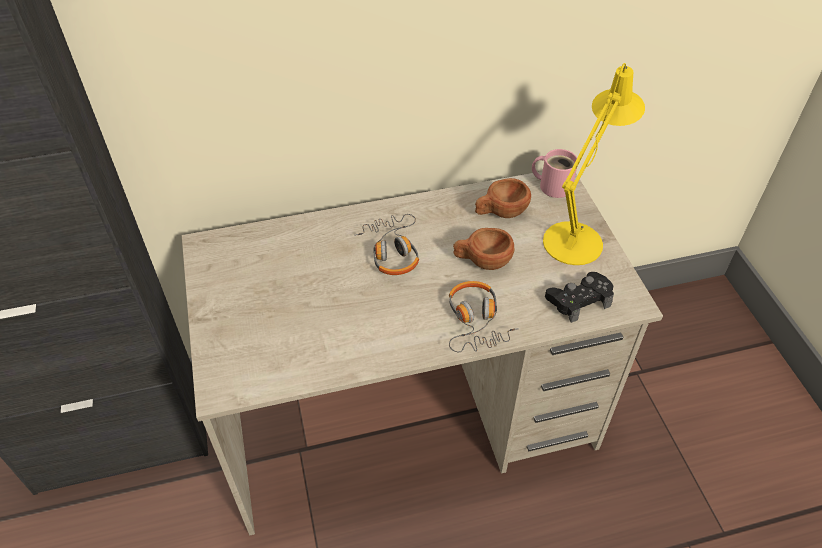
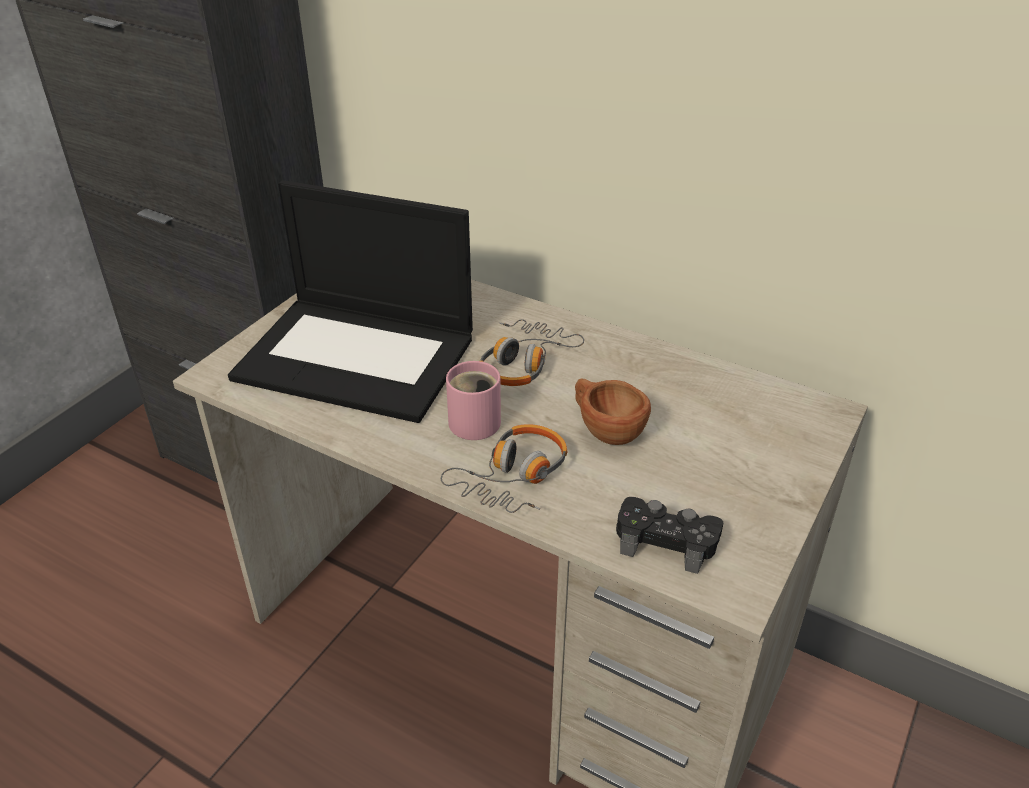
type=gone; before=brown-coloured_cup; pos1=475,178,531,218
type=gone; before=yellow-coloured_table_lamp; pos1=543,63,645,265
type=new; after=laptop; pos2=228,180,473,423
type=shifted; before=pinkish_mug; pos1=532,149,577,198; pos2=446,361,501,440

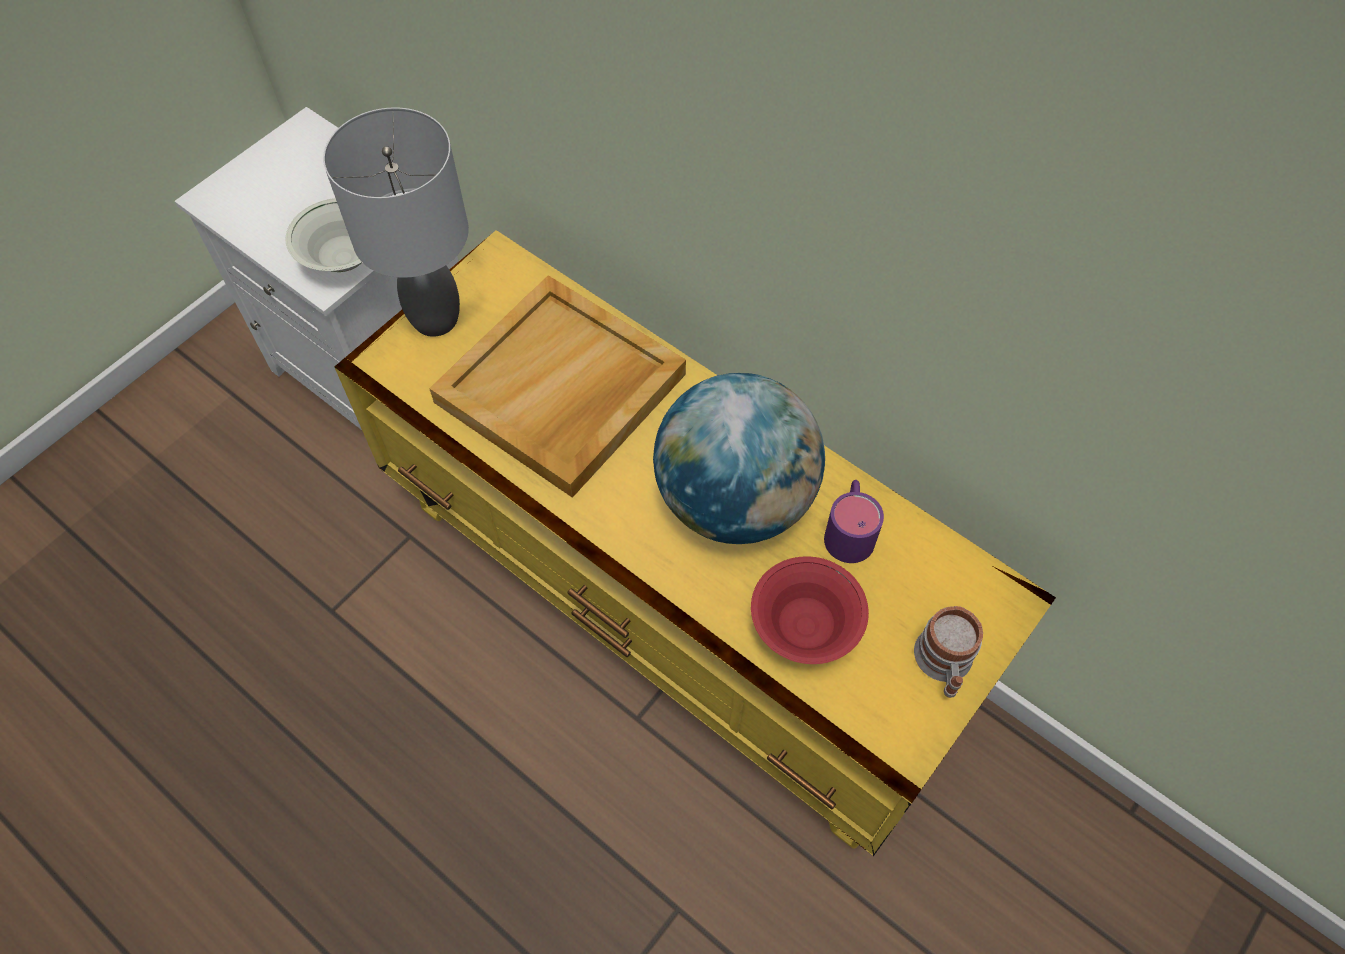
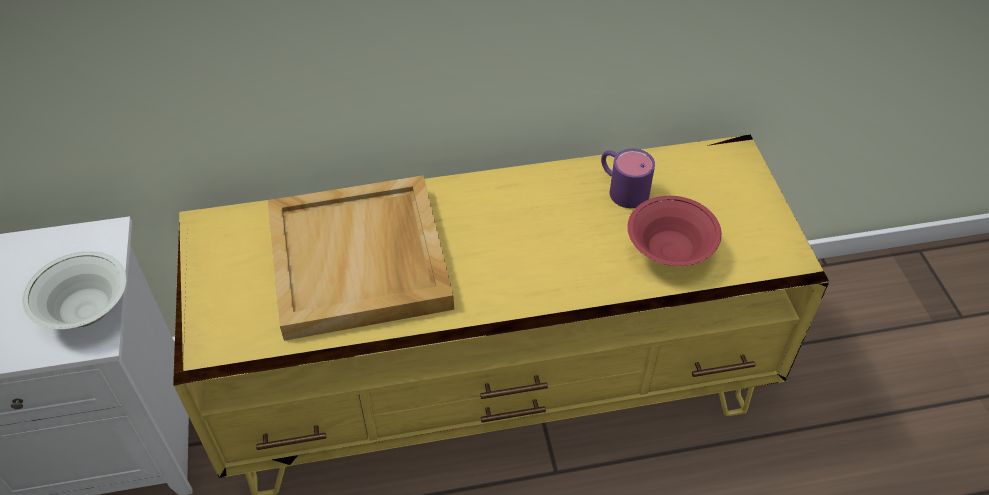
type=gone; before=greyish_table_lamp; pos1=323,107,469,337
type=gone; before=globe; pos1=653,373,825,544
type=gone; before=mug; pos1=914,606,983,698

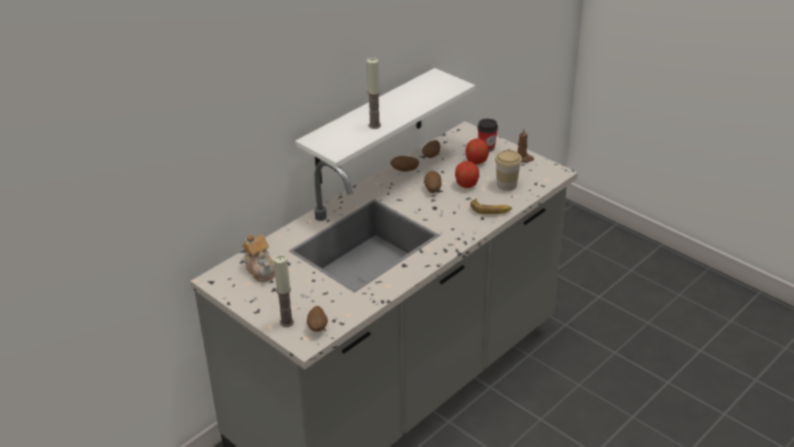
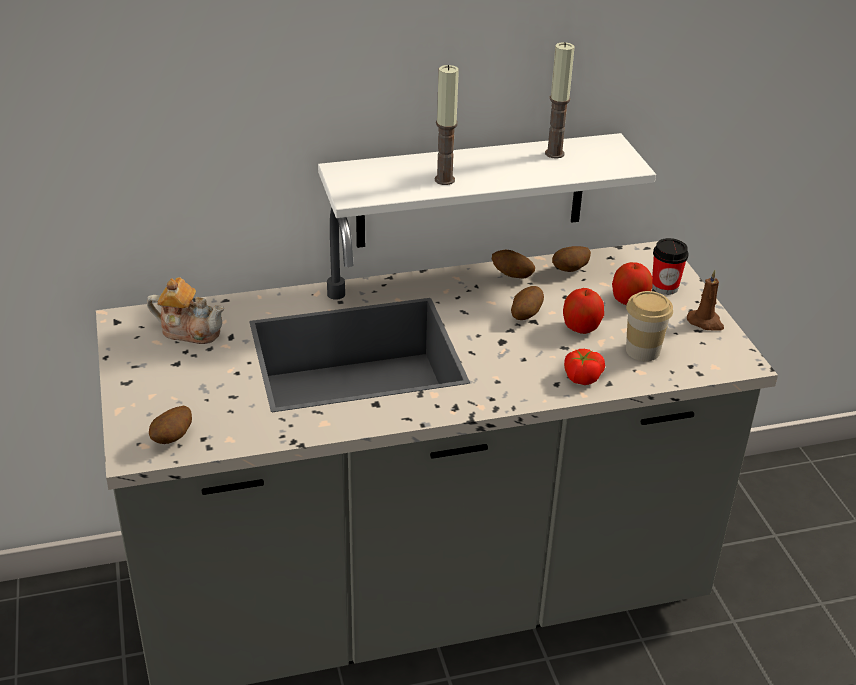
type=shifted; before=candle; pos1=273,255,294,327; pos2=545,42,575,158
type=swapped; before=banana_fruit; after=whole_tomato; pos1=470,199,512,214; pos2=564,349,605,385
type=rotated; before=pot_for_tea; pos1=242,234,275,282; pos2=147,277,224,344; turn=-75

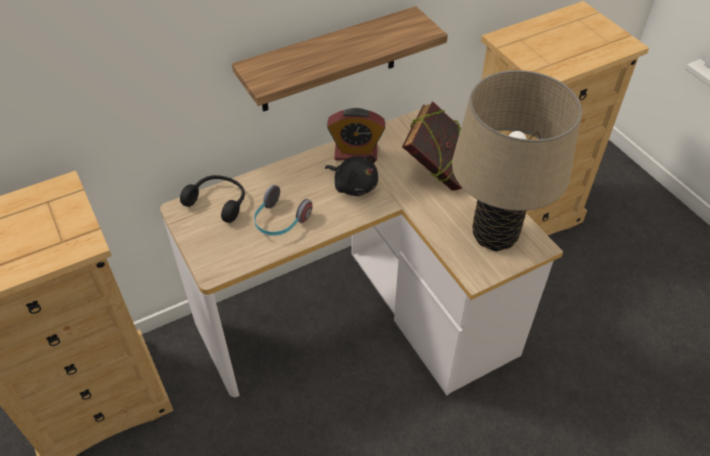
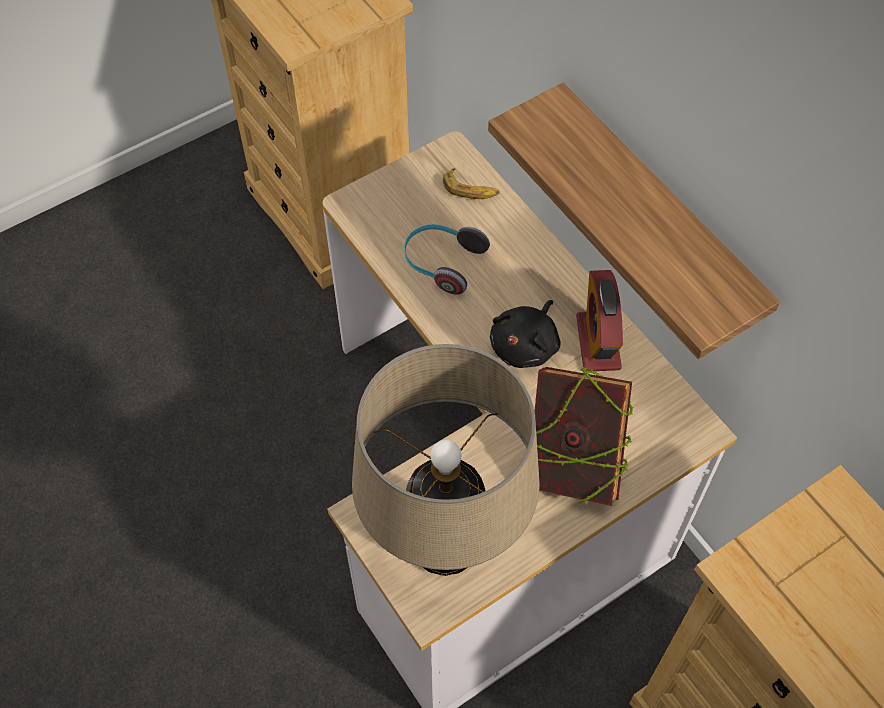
type=swapped; before=black_headphones; after=banana_fruit; pos1=180,175,245,223; pos2=443,168,500,199

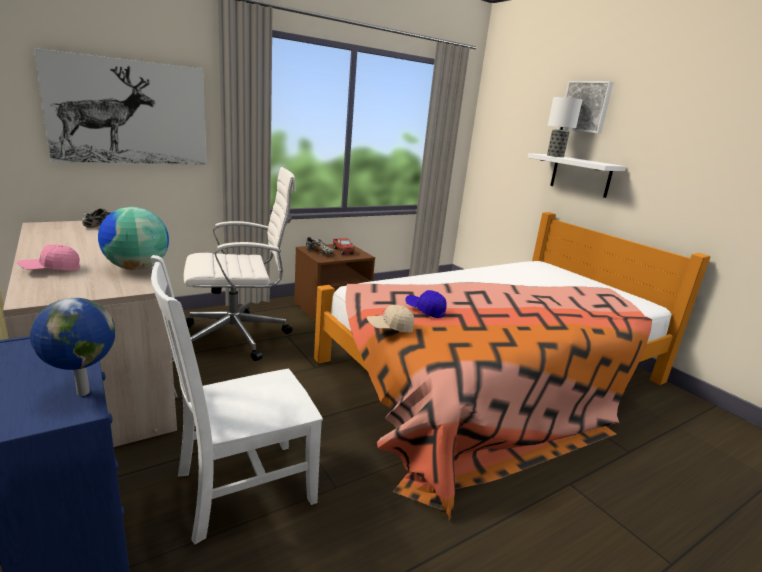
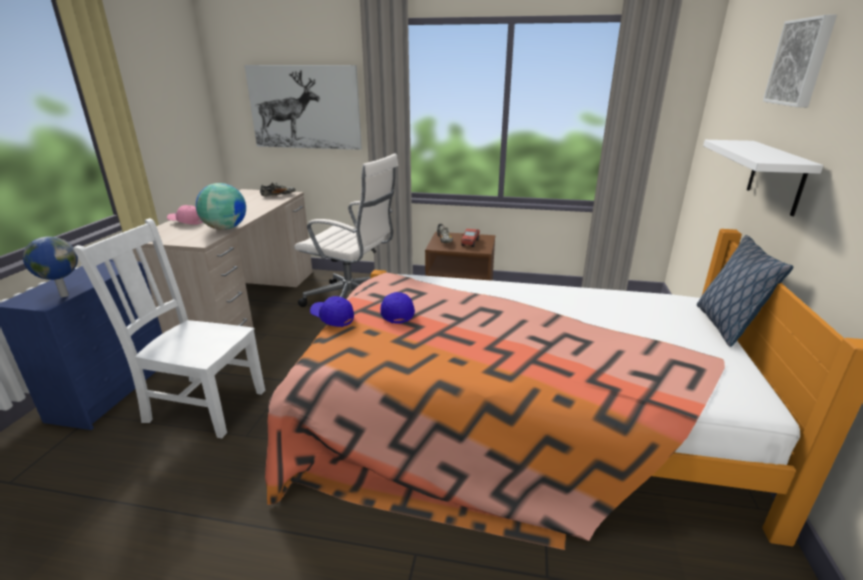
type=gone; before=table_lamp; pos1=547,97,582,157
type=new; after=cushion; pos2=697,235,793,347
type=repainted; before=beige_cap; after=bluish_cap; pos1=367,305,414,333; pos2=310,296,354,327

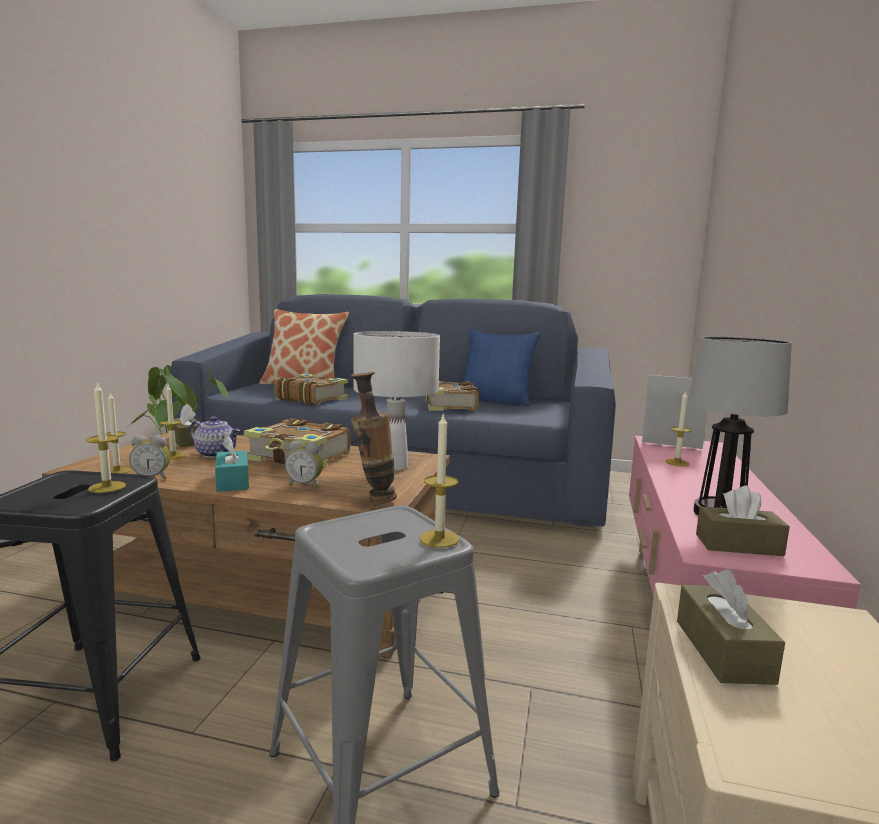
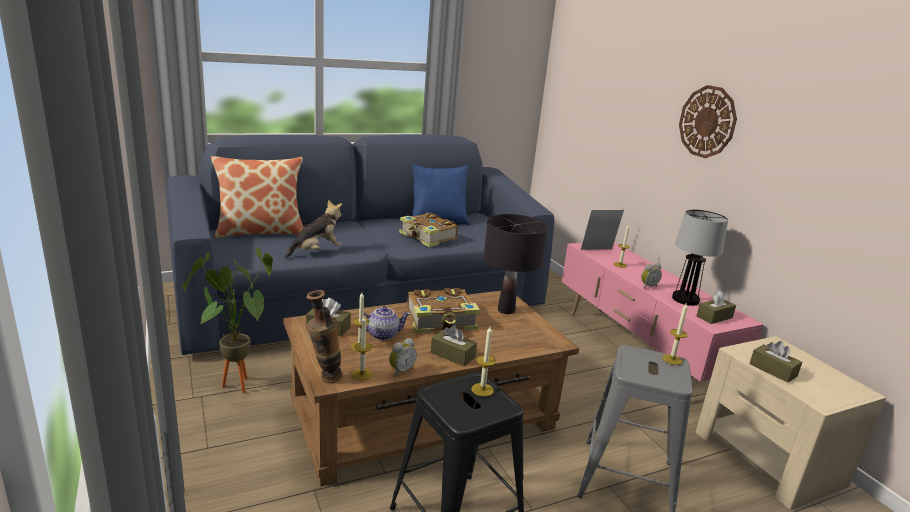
type=new; after=hanging_clock; pos2=679,85,737,158
type=shifted; before=table_clock; pos1=285,441,323,488; pos2=641,263,662,289
type=shifted; before=vase; pos1=350,372,397,504; pos2=306,290,343,383
type=swapped; before=volume; after=plush_toy; pos1=275,374,348,405; pos2=284,200,342,258
type=repainted; before=turquoise-coloured_tissue_holder; after=brown-coloured_tissue_holder; pos1=215,436,249,492; pos2=431,325,477,366
type=repainted; before=white_table_lamp; after=black_table_lamp; pos1=353,331,440,471; pos2=483,214,548,314

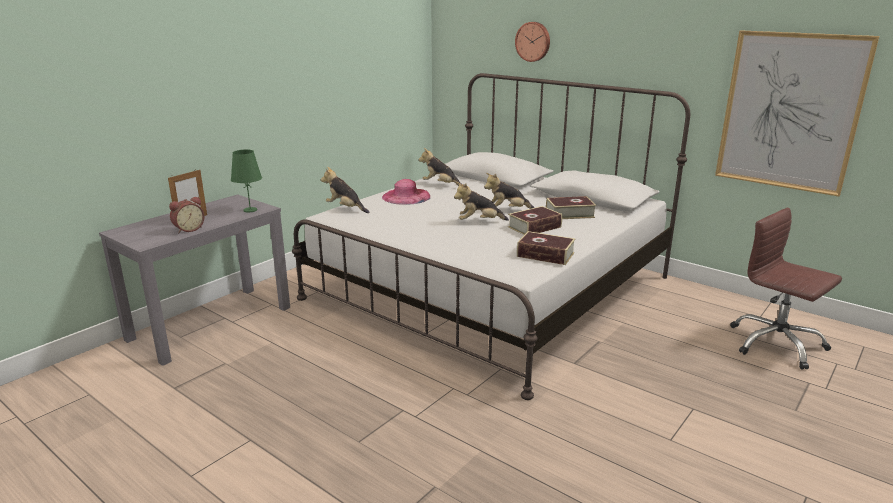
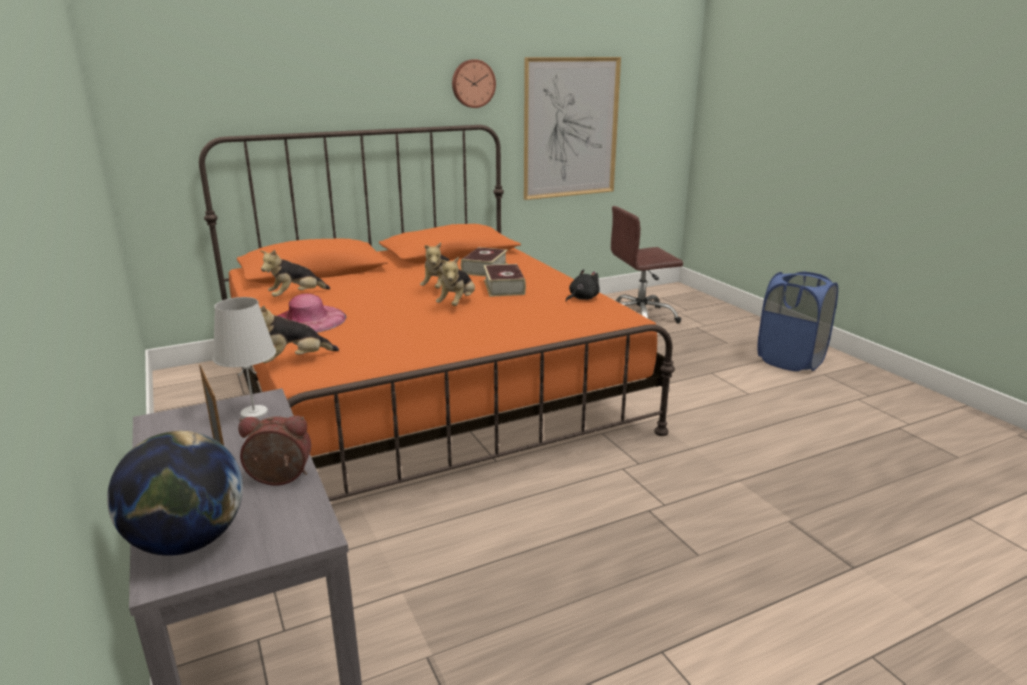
type=new; after=globe; pos2=107,431,243,556
type=new; after=bluish_washing_basket; pos2=757,272,838,371
type=shifted; before=hanging_clock; pos1=515,22,550,62; pos2=452,59,496,108
type=swapped; before=volume; after=black_plush_toy; pos1=517,231,575,265; pos2=566,269,600,302
type=repainted; before=greenish_table_lamp; after=white_table_lamp; pos1=231,149,262,213; pos2=213,297,276,418
type=repainted; before=white_bedroom_bed; after=orange-coloured_bedroom_bed; pos1=292,73,690,400; pos2=199,125,675,501
type=rotated; before=table_clock; pos1=169,196,205,233; pos2=238,416,311,485; turn=-75

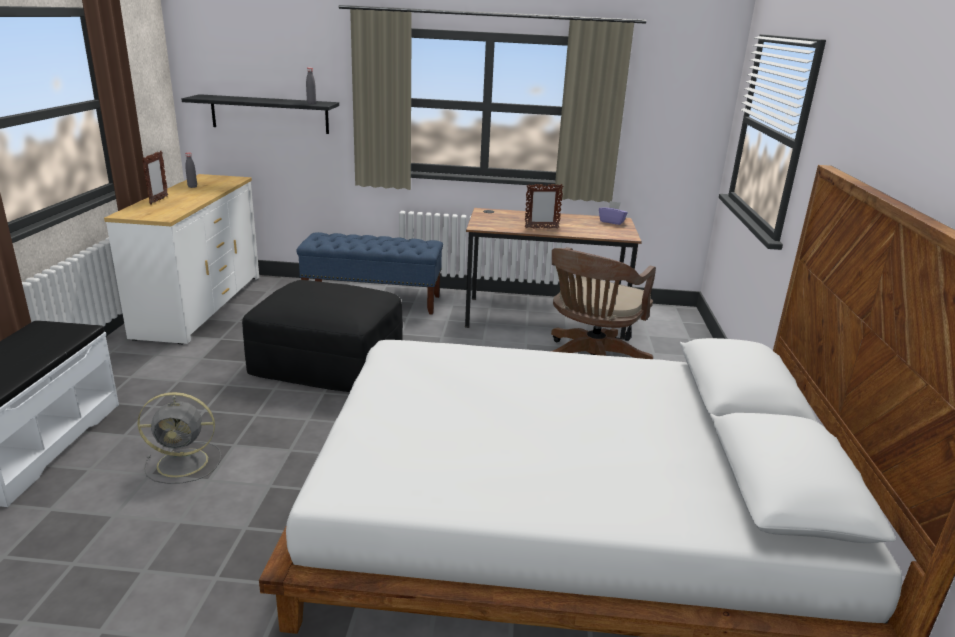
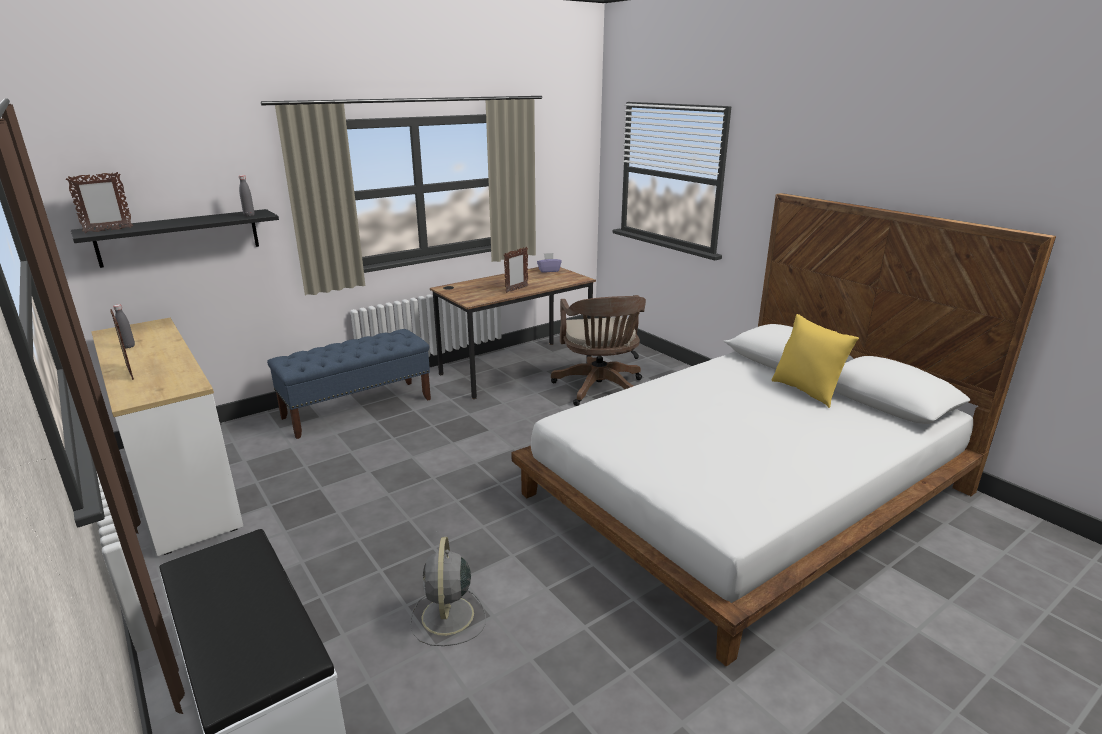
type=gone; before=black_pouffe; pos1=242,280,403,392
type=new; after=picture_frame; pos2=66,172,133,233
type=new; after=yellow-coloured_cushion; pos2=772,314,859,408
type=rotated; before=greyish_fan; pos1=138,392,221,484; pos2=410,537,486,646; turn=135

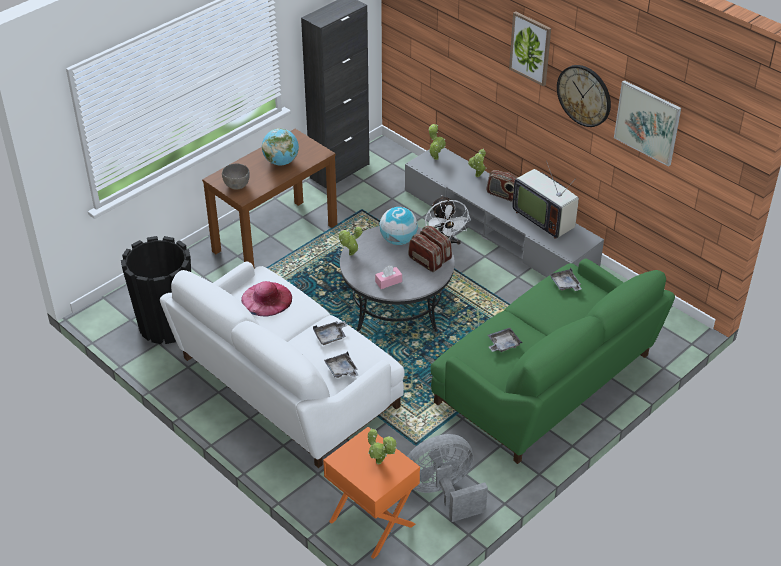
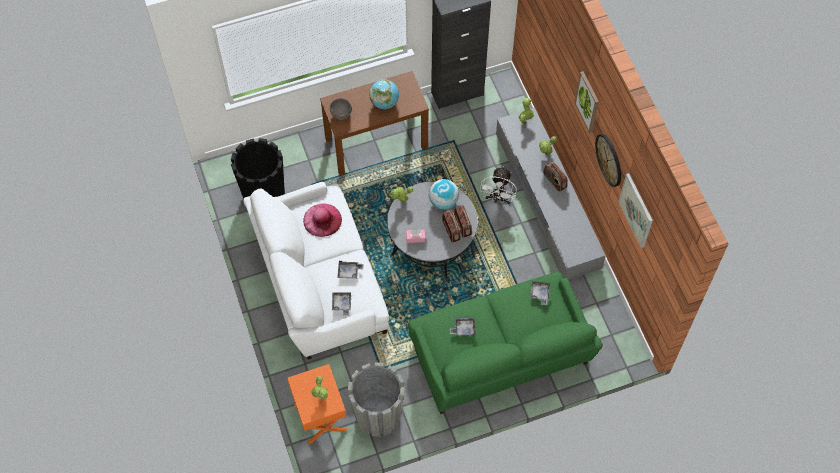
type=gone; before=TV_set; pos1=512,161,579,239
type=swapped; before=greyish_fan; after=greyish_planter; pos1=407,434,488,522; pos2=348,362,405,437

